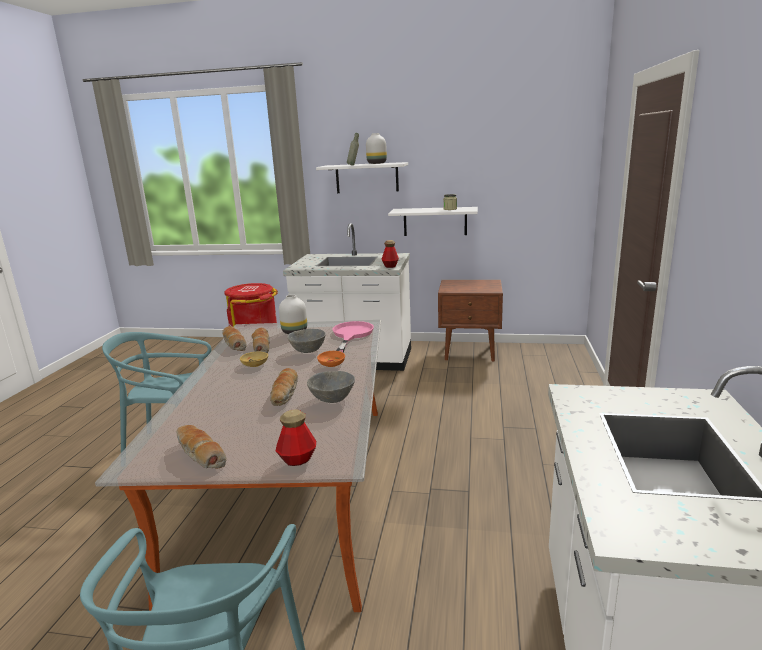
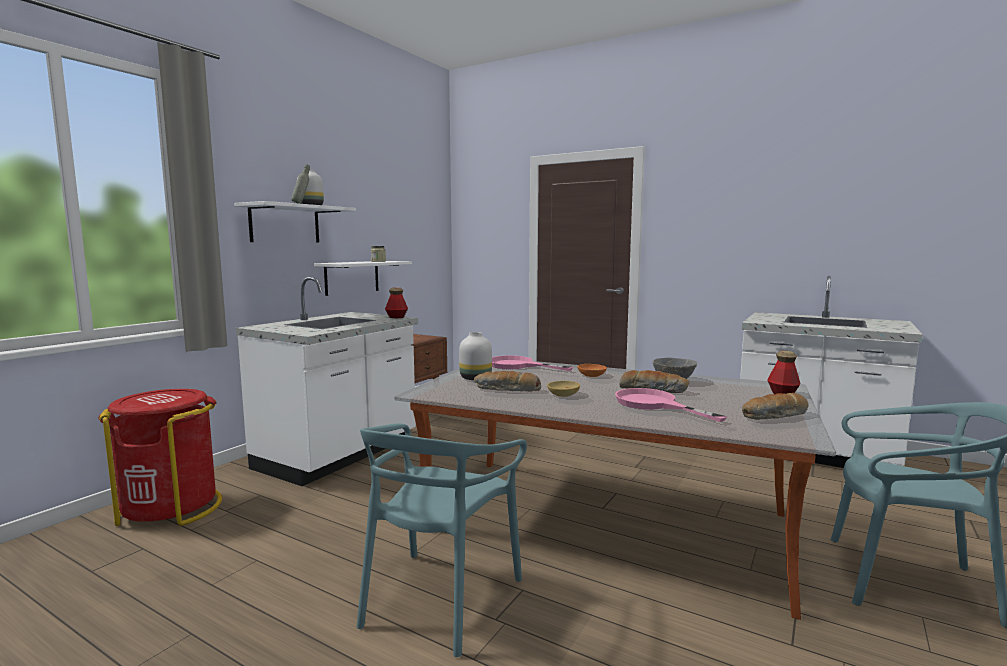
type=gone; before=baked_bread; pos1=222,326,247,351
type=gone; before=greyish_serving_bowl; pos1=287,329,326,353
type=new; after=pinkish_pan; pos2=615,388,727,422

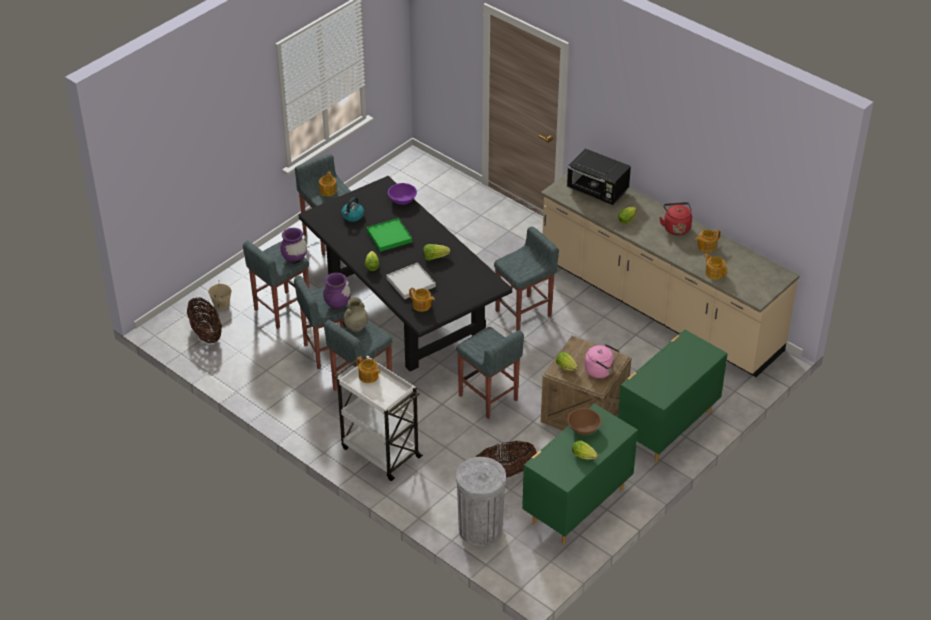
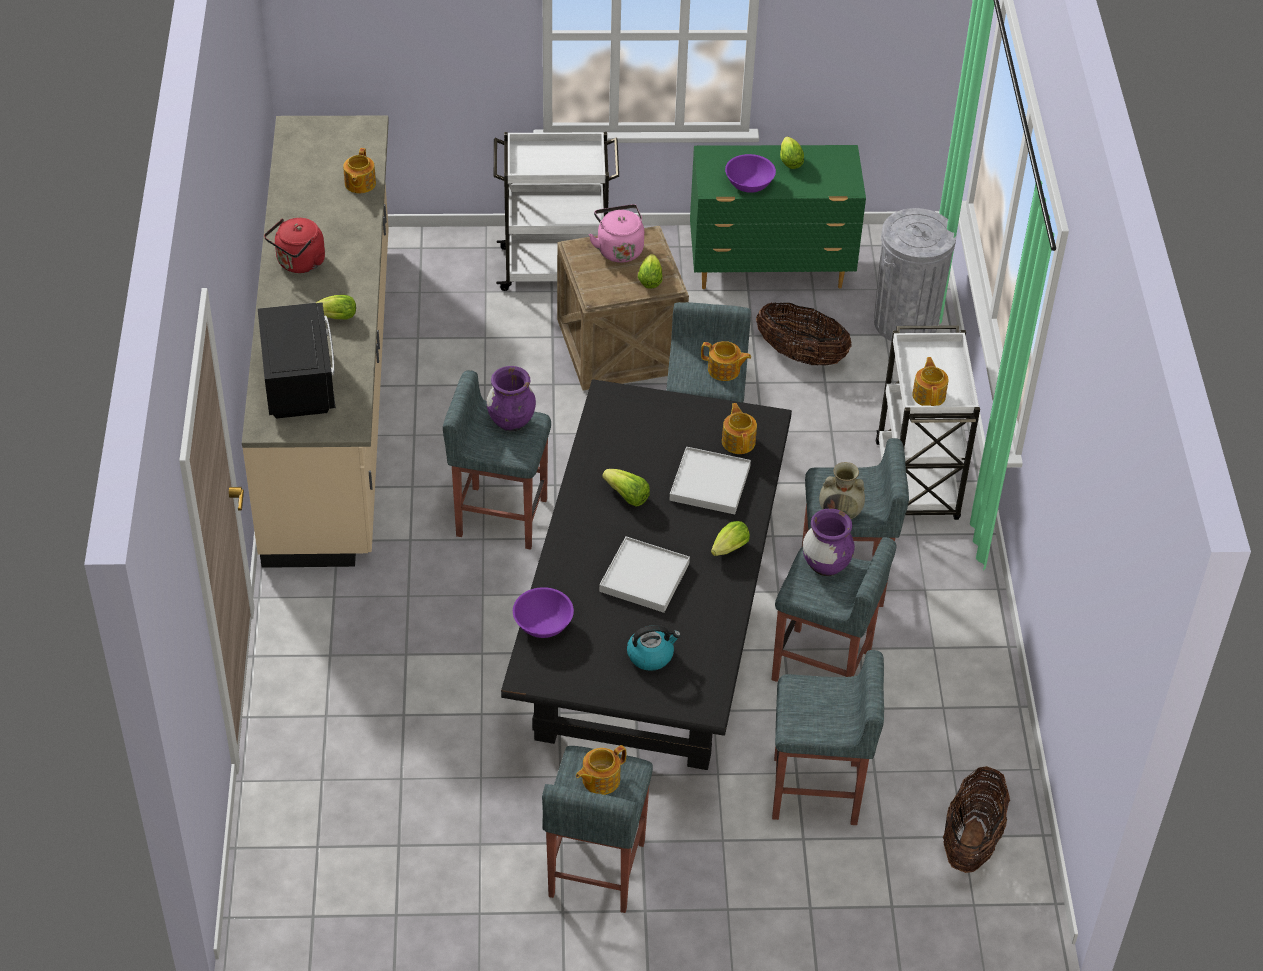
type=gone; before=beige_bucket; pos1=208,280,232,310
type=shifted; before=purple-coloured_vase; pos1=280,228,307,264; pos2=487,366,536,431
type=shifted; before=pot_for_tea; pos1=695,229,721,252; pos2=701,341,751,381
type=swapped; before=greenish_drawer_chest; after=white_cart; pos1=618,329,728,463; pos2=494,132,619,291
type=repainted; before=greenish_carrying_tray; after=white_carrying_tray; pos1=367,218,412,252; pos2=599,537,690,613
type=repainted; before=brown-coloured_serving_bowl; after=purple-coloured_serving_bowl; pos1=568,408,601,435; pos2=725,154,776,193

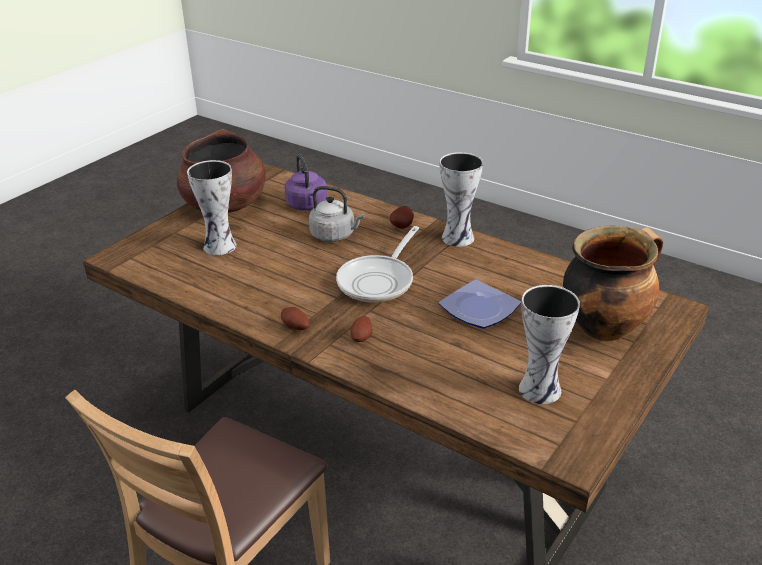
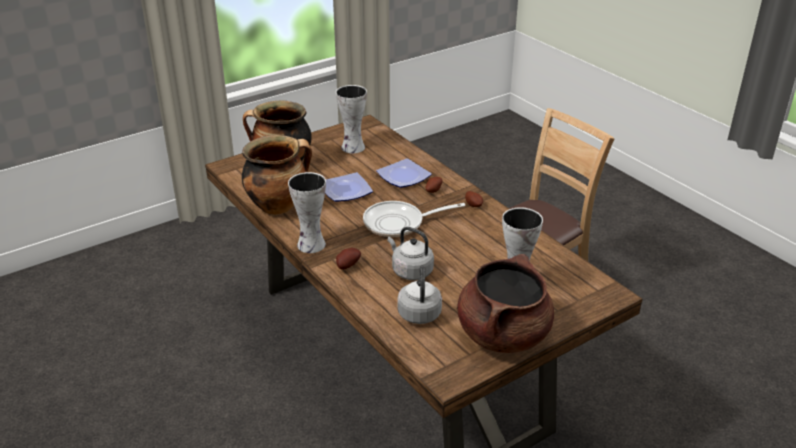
type=new; after=saucepot; pos2=242,135,312,215
type=new; after=plate; pos2=376,158,432,188
type=repainted; before=purple-coloured_tea_kettle; after=greyish_tea_kettle; pos1=285,154,328,211; pos2=397,265,442,324
type=rotated; before=pan; pos1=336,226,419,302; pos2=363,201,465,237; turn=-150

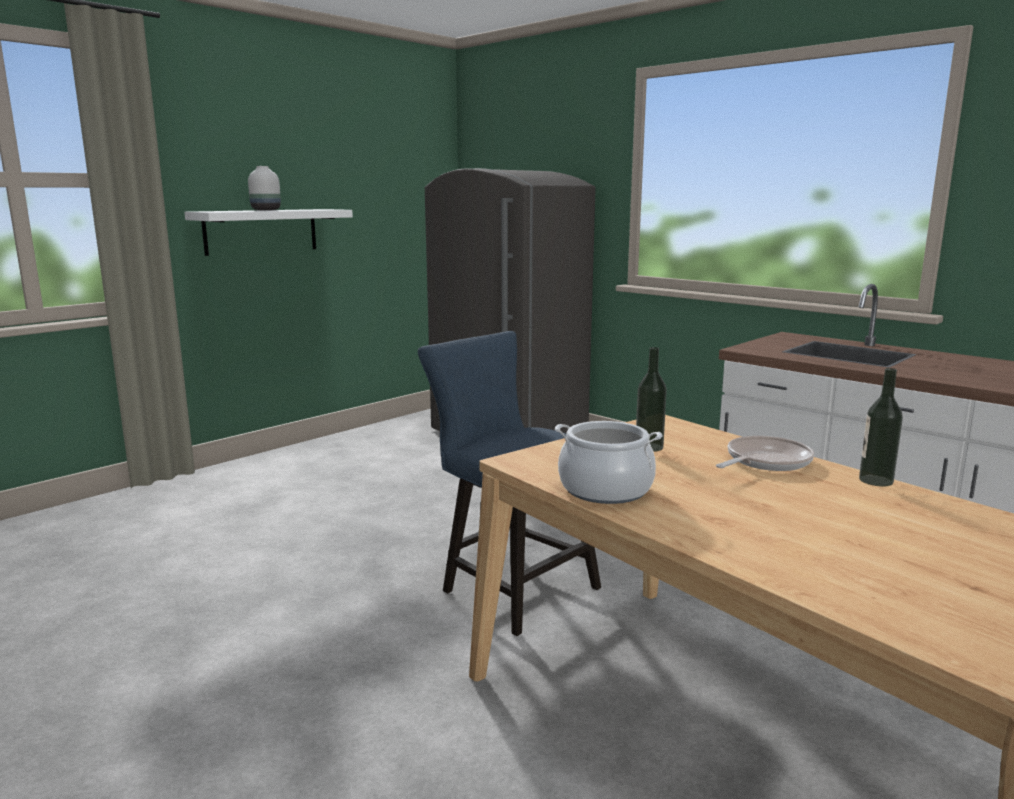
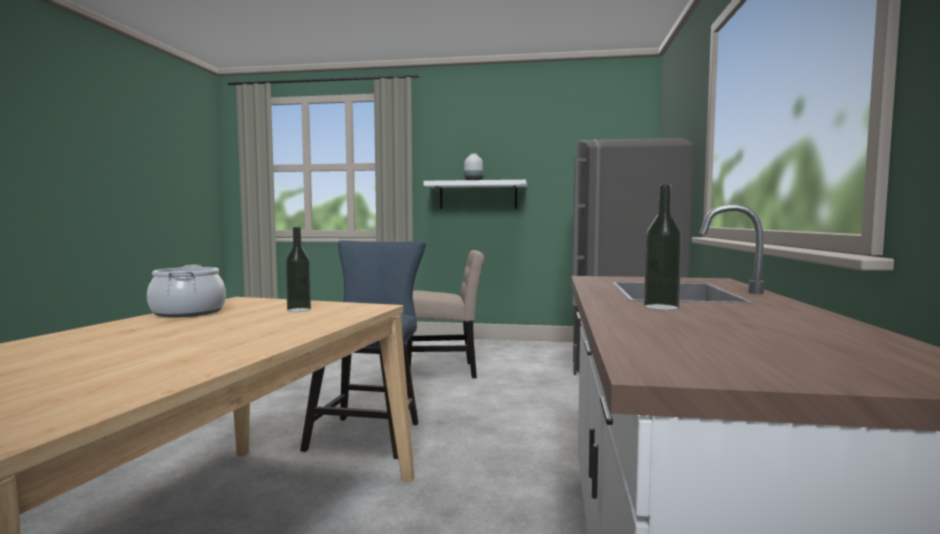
type=gone; before=pan; pos1=716,436,814,471
type=new; after=beige_chair; pos2=407,250,484,378
type=shifted; before=beverage_bottle; pos1=859,368,903,487; pos2=644,185,682,310

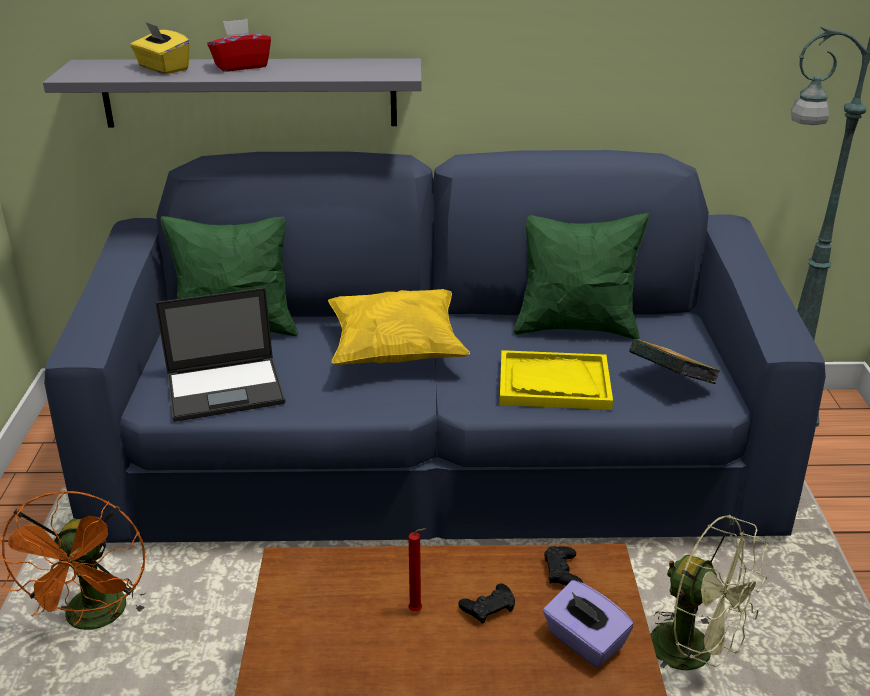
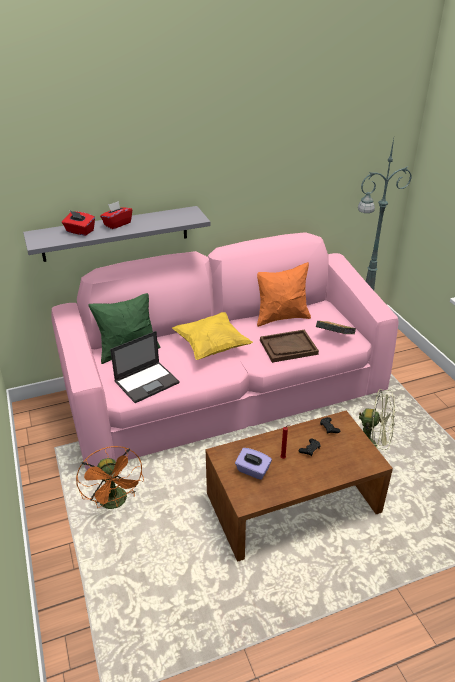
type=shifted; before=purple-coloured_tissue_holder; pos1=543,580,634,667; pos2=235,448,272,480
type=repainted; before=bluish_sofa; after=pinkish_sofa; pos1=44,150,826,543; pos2=51,232,399,470
type=repainted; before=yellow-coloured_tissue_holder; after=red_tissue_holder; pos1=130,22,190,74; pos2=62,211,95,236
type=repainted; before=yellow-coloured_carrying_tray; after=brown-coloured_carrying_tray; pos1=500,350,613,410; pos2=260,330,319,363
type=repainted; before=greenish_cushion; after=orange-coloured_cushion; pos1=514,213,649,339; pos2=257,262,311,327

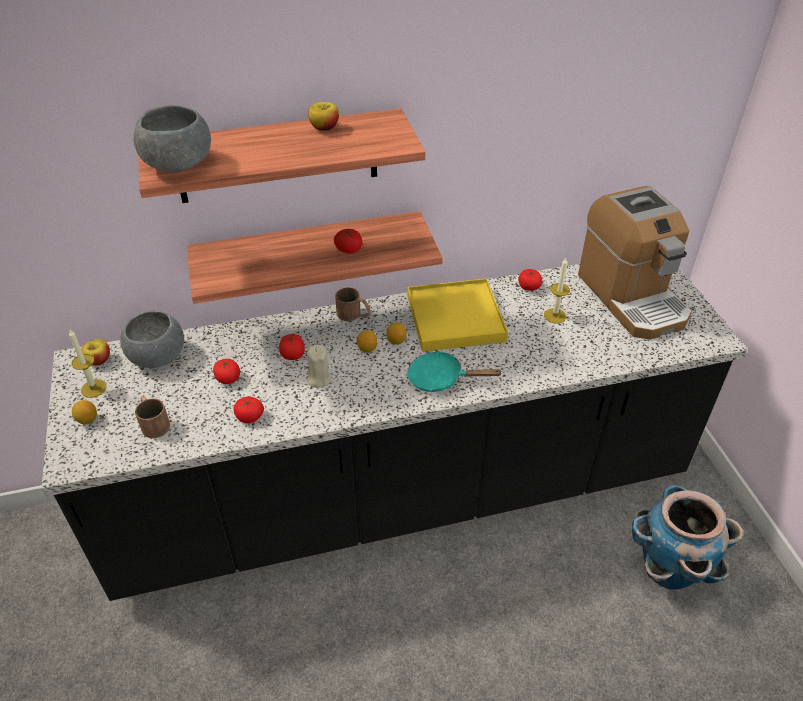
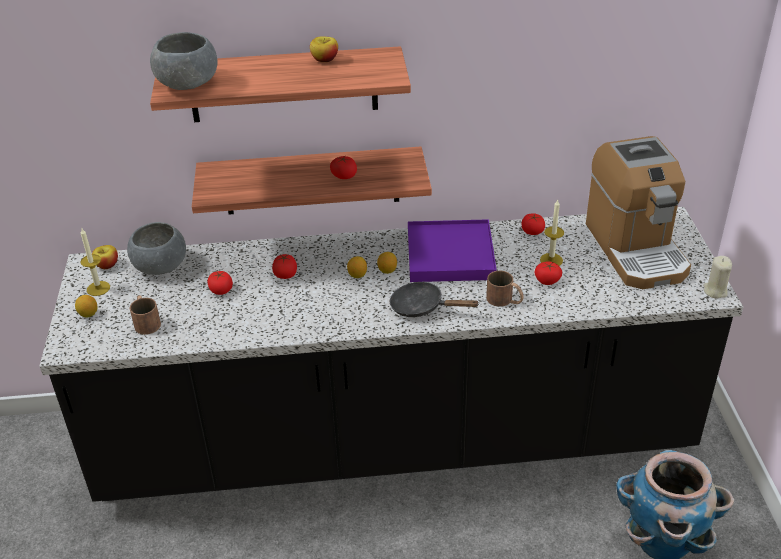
type=shifted; before=whole_tomato; pos1=233,396,264,423; pos2=535,261,562,285
type=shifted; before=beige_candle; pos1=307,345,331,388; pos2=703,256,732,299
type=shifted; before=brown-coloured_mug; pos1=335,287,371,321; pos2=486,271,524,307
type=repainted; before=yellow-coloured_carrying_tray; after=purple-coloured_carrying_tray; pos1=407,278,508,352; pos2=408,219,497,282
type=repainted; before=turquoise-coloured_pan; after=black_pan; pos1=408,351,503,392; pos2=390,281,480,317

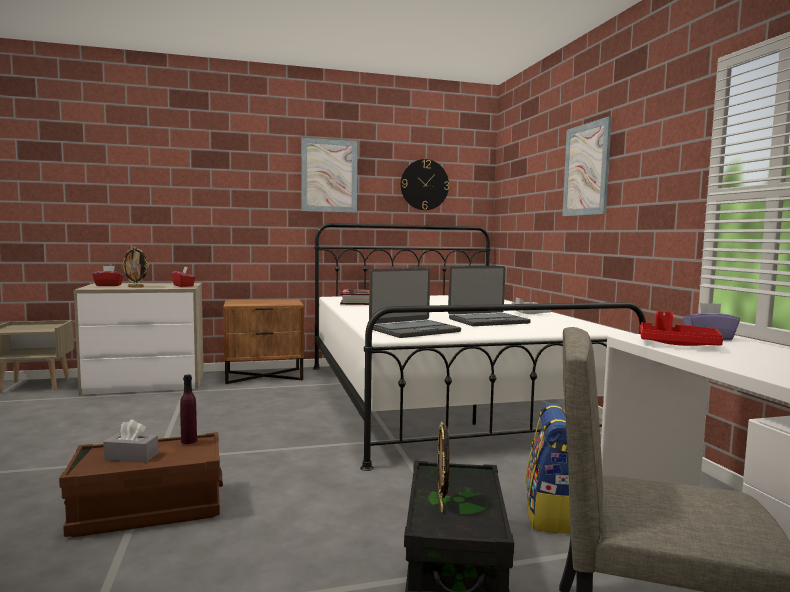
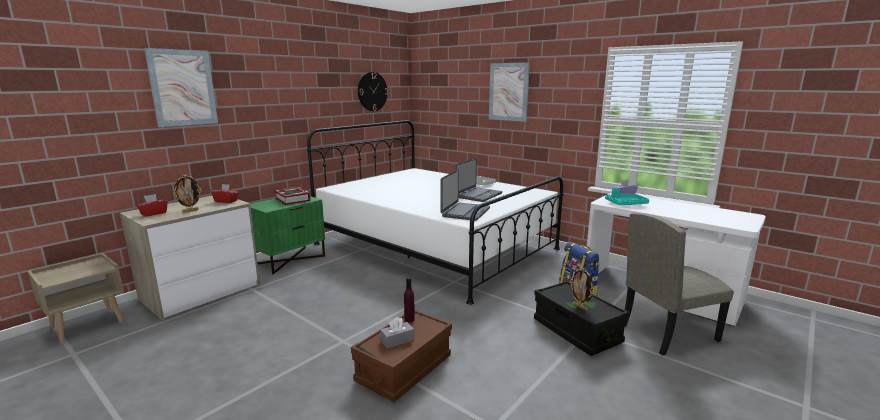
type=shifted; before=picture; pos1=301,138,358,213; pos2=144,48,218,127
type=shifted; before=volume; pos1=340,289,369,305; pos2=274,187,310,205
type=repainted; before=brown-coloured_nightstand; after=greenish_nightstand; pos1=223,299,304,384; pos2=250,196,325,274
type=repainted; before=red_carrying_tray; after=turquoise-coloured_carrying_tray; pos1=640,311,723,346; pos2=605,188,649,205

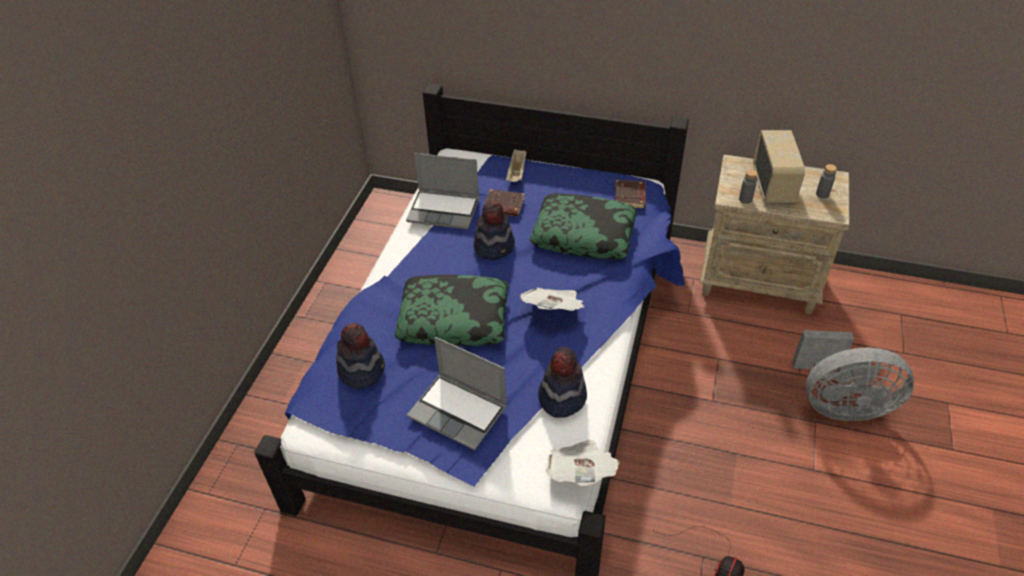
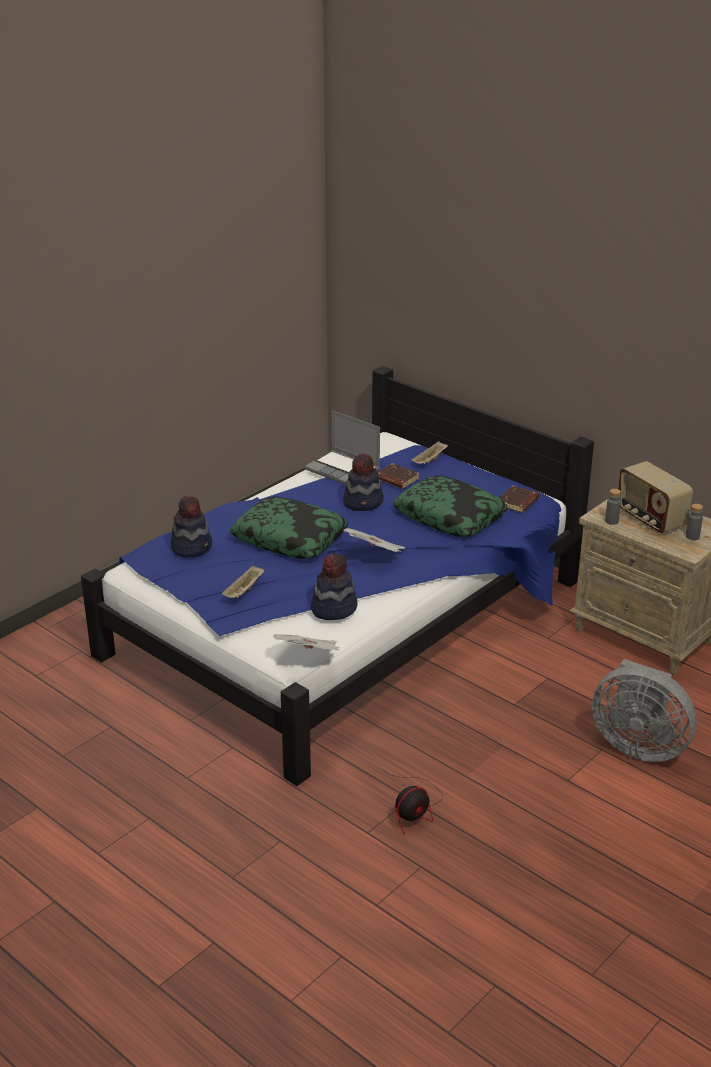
type=swapped; before=laptop; after=beige_carrying_tray; pos1=407,337,507,451; pos2=222,565,265,598
type=rotated; before=radio_set; pos1=753,130,805,203; pos2=618,461,693,533; turn=120

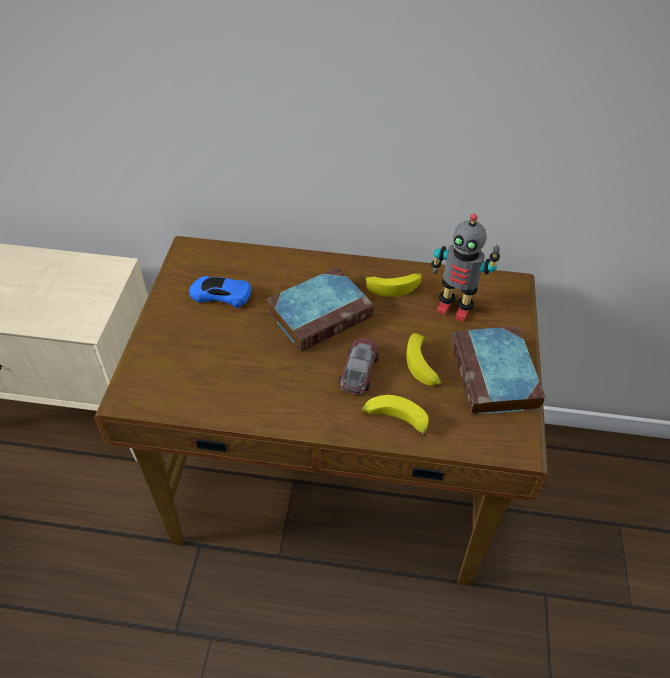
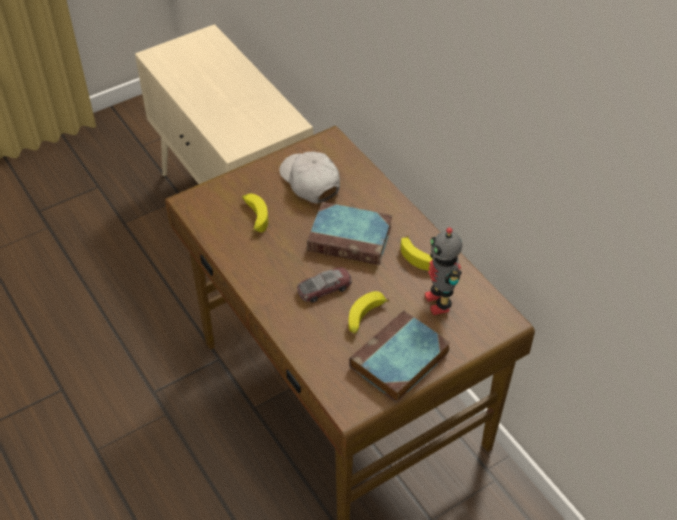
type=shifted; before=banana_fruit; pos1=362,395,429,436; pos2=242,194,268,232
type=swapped; before=bluish_model_car; after=white_cap; pos1=189,276,251,308; pos2=279,151,340,203

